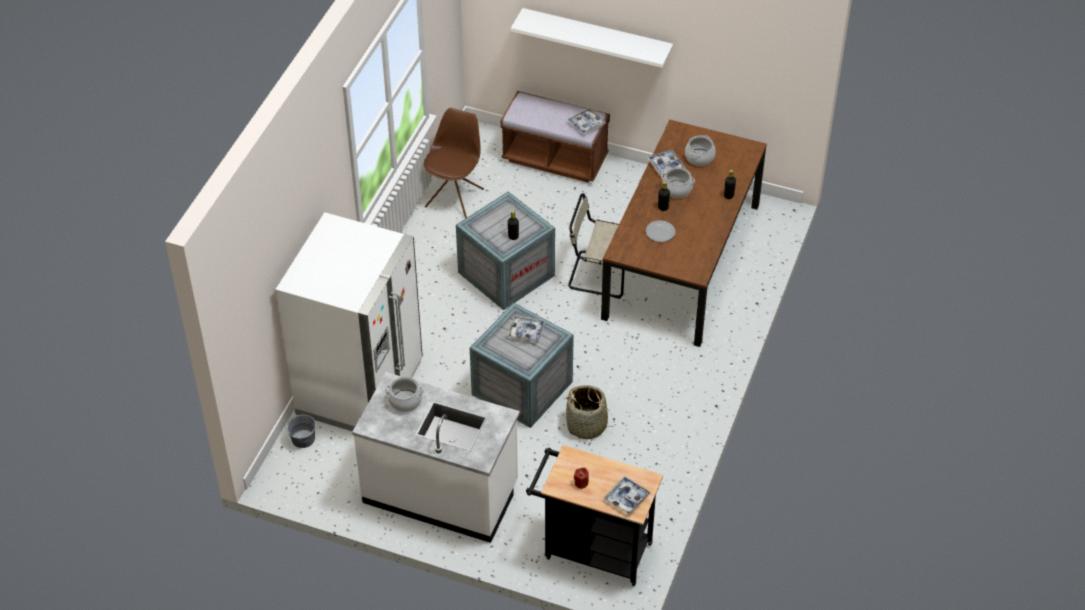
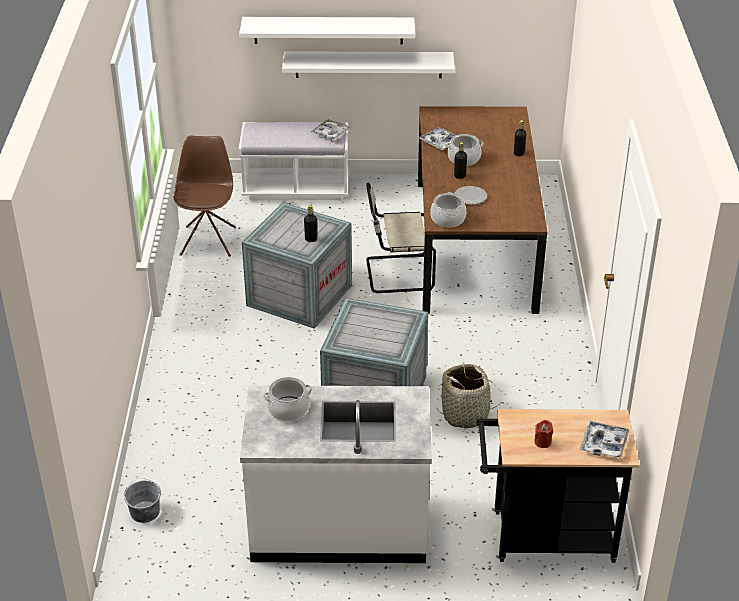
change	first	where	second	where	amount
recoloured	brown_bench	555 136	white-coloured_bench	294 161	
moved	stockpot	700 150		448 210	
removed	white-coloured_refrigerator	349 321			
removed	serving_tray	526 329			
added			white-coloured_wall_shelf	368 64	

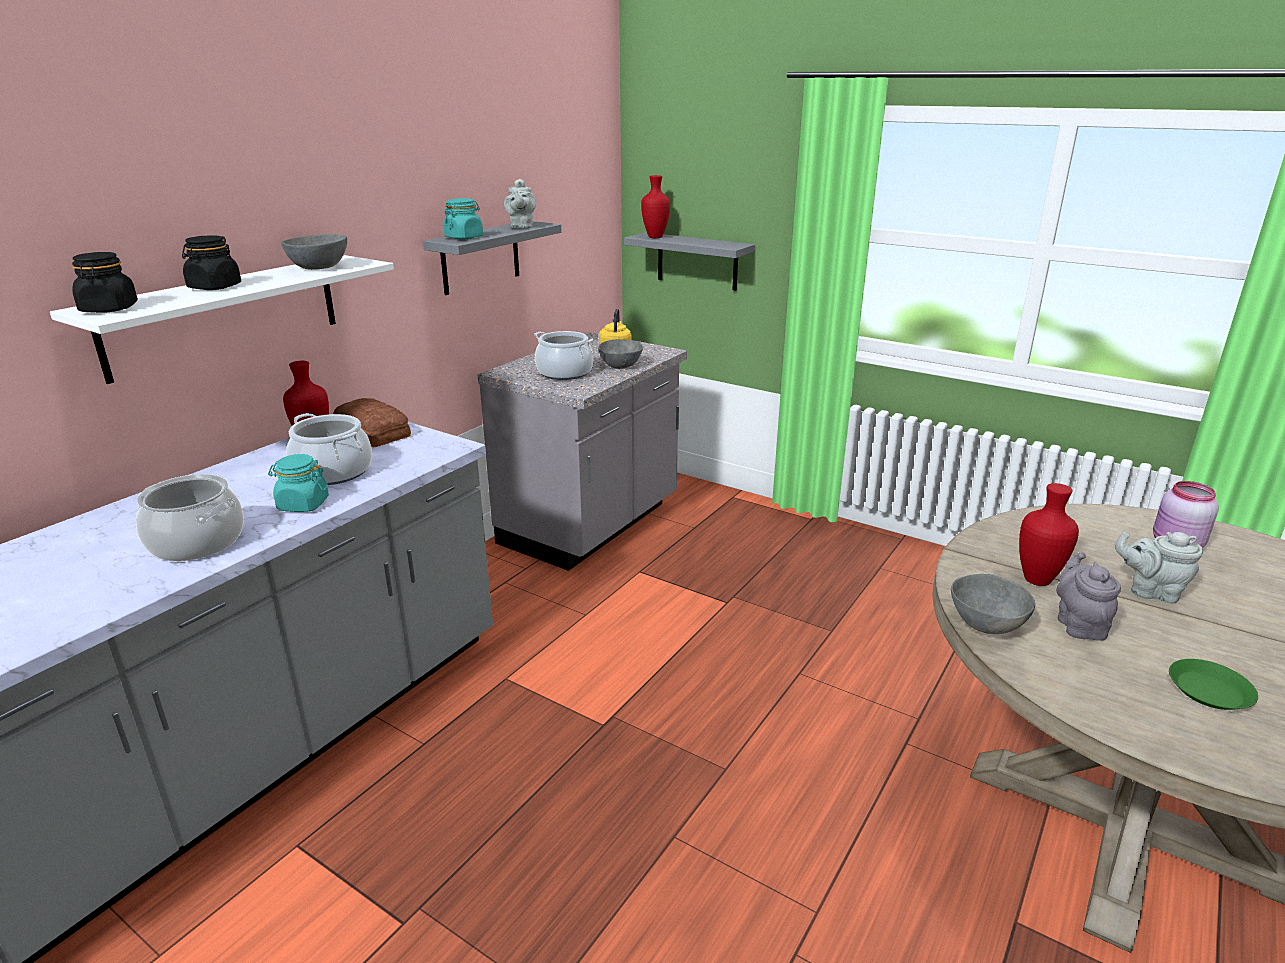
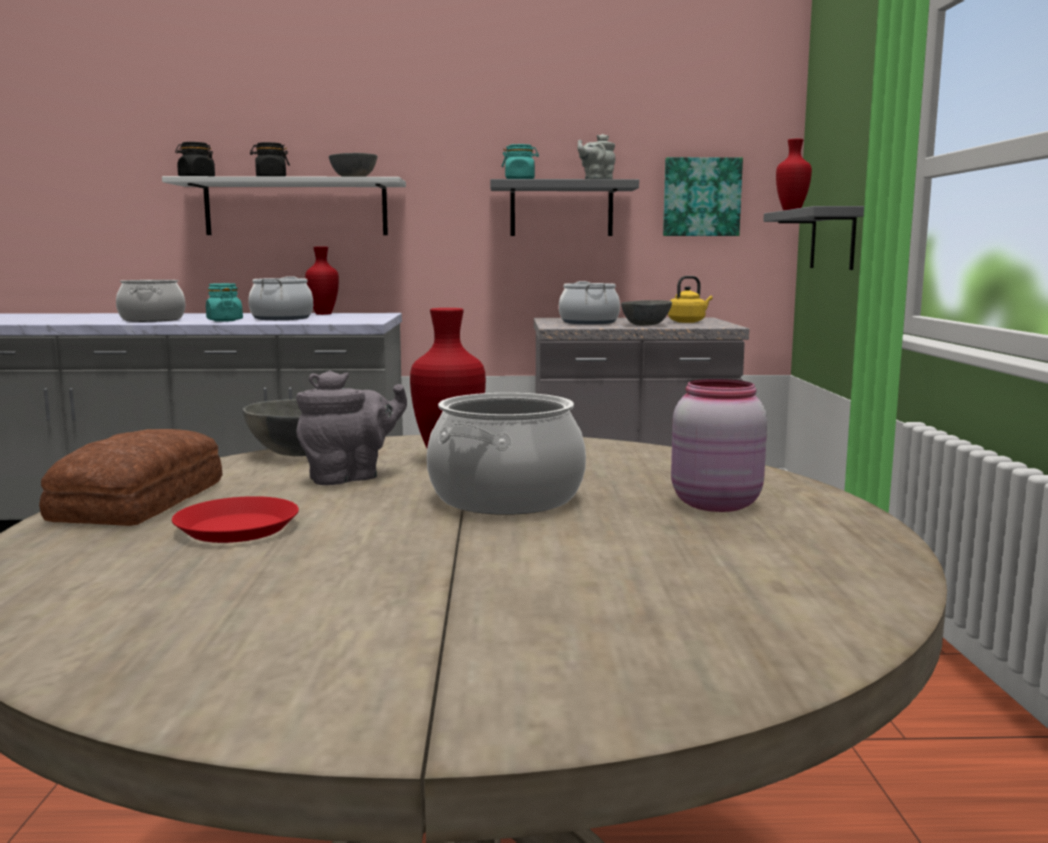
change	first	where	second	where	amount
moved	bakery_bread	372 422		130 477	
replaced	greyish_teapot	1159 568	stockpot	506 454	
recoloured	green-coloured_flat_dish	1213 684	red_flat_dish	235 519	
added			picture	703 196	

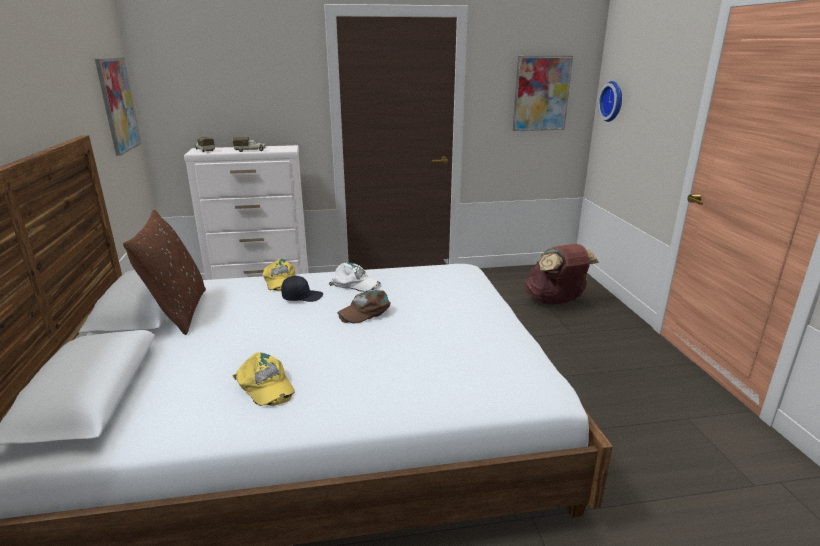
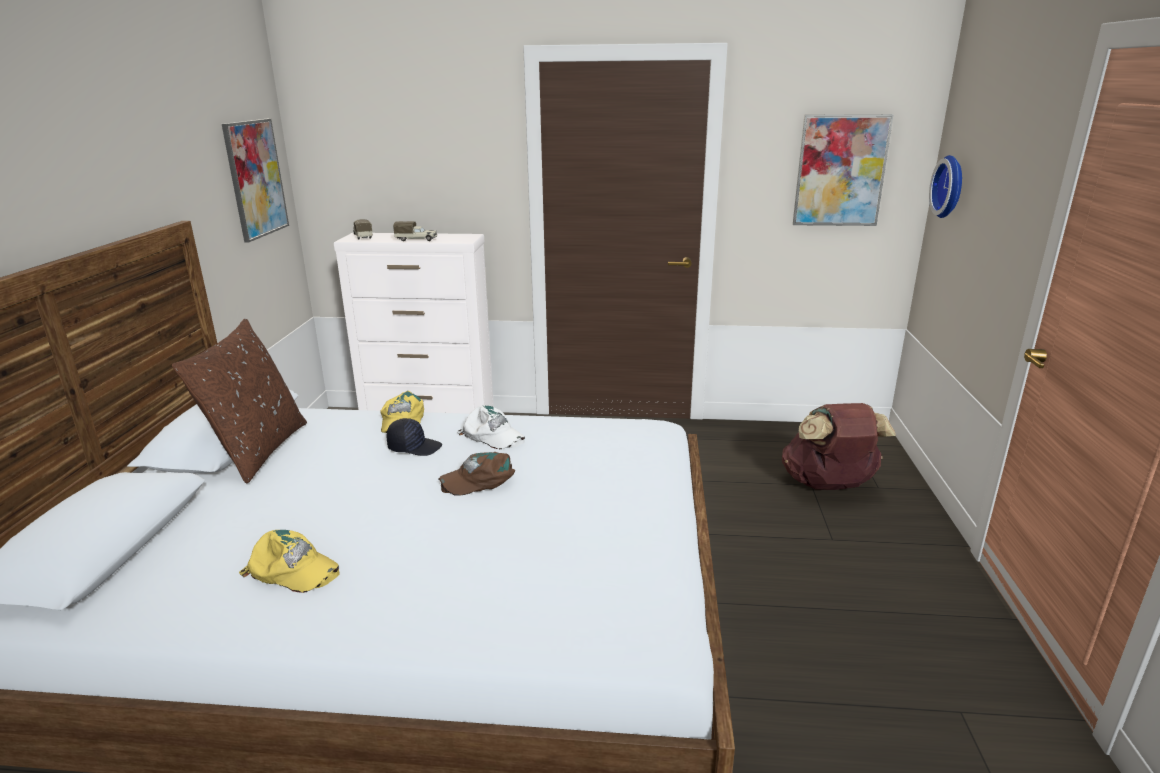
change	first	where	second	where	amount
turned	yellow-coloured_baseball_cap	264 379		289 561	45 degrees counterclockwise

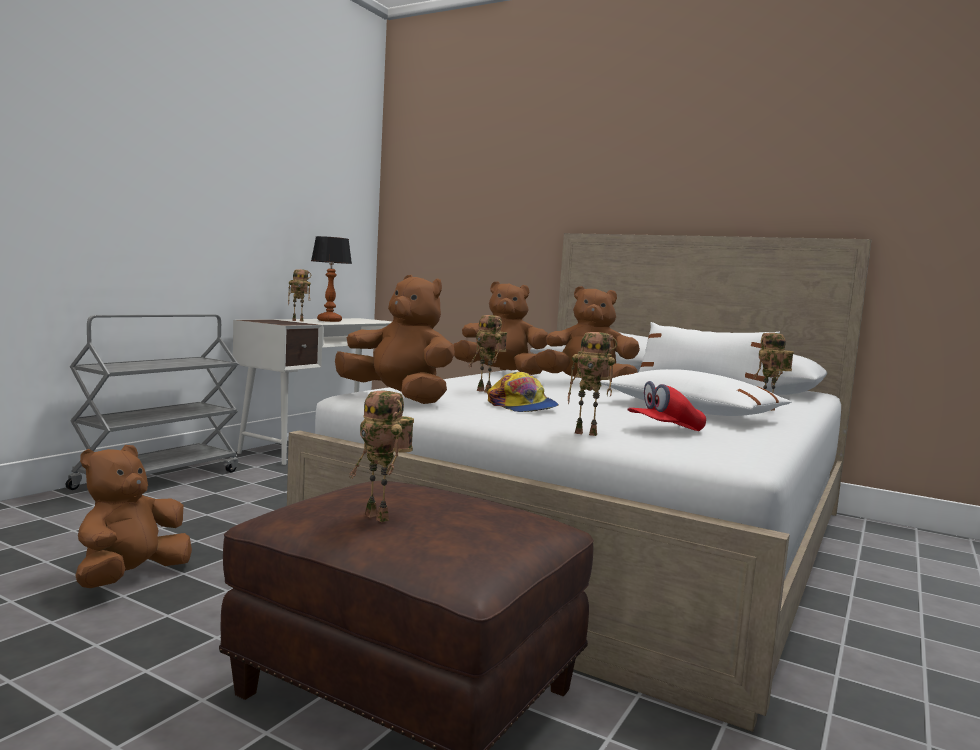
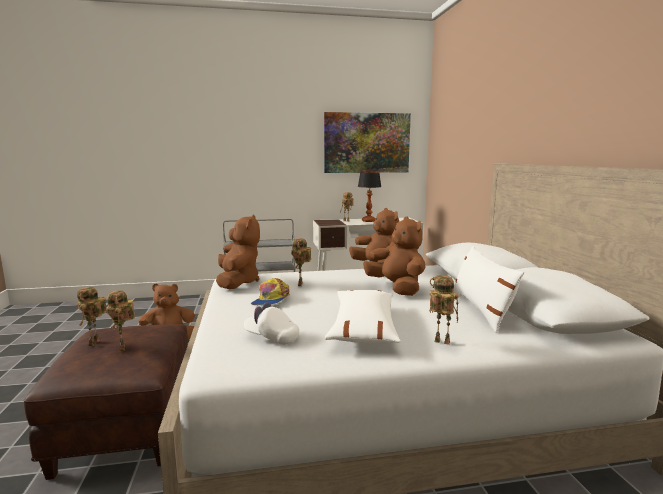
change	first	where	second	where	amount
moved	robot_figure	592 384		120 321	
recoloured	red_baseball_cap	666 406	white-coloured_baseball_cap	271 323	
added			picture	367 142	

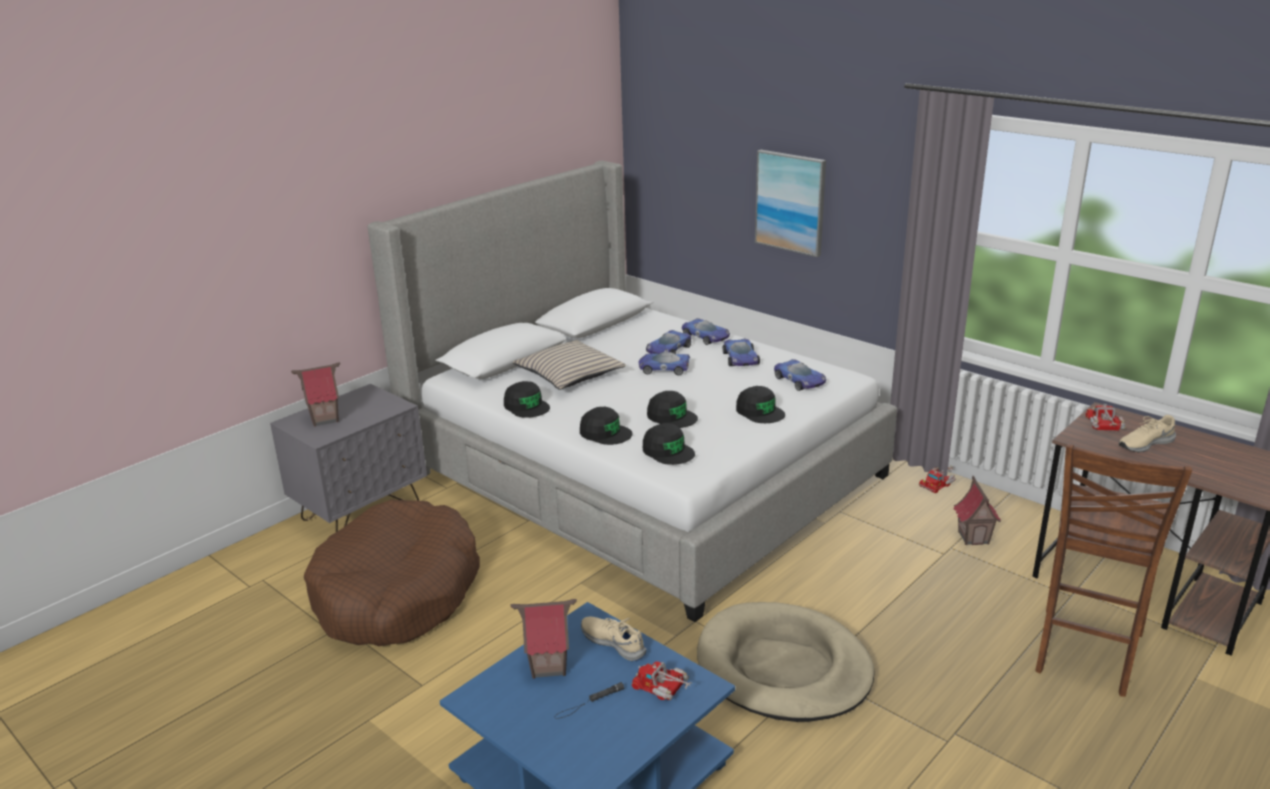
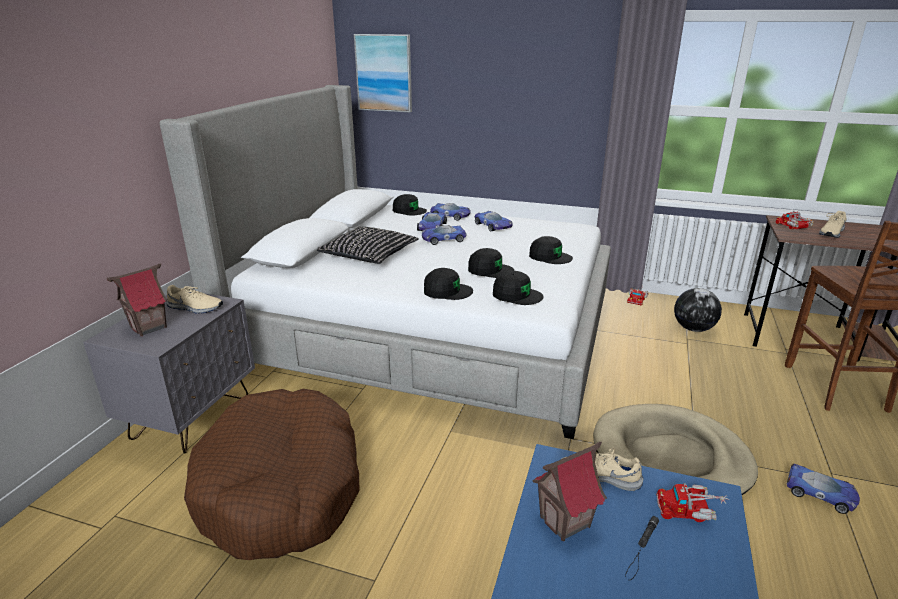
change	first	where	second	where	amount
moved	picture	790 203		383 73	
recoloured	beige_throw_pillow	569 365	black_throw_pillow	368 245	
moved	toy_car	800 375		823 489	
moved	black_baseball_cap	527 399		410 205	
replaced	model_house	977 510	globe	698 310	
added			beige_shoe	194 299	

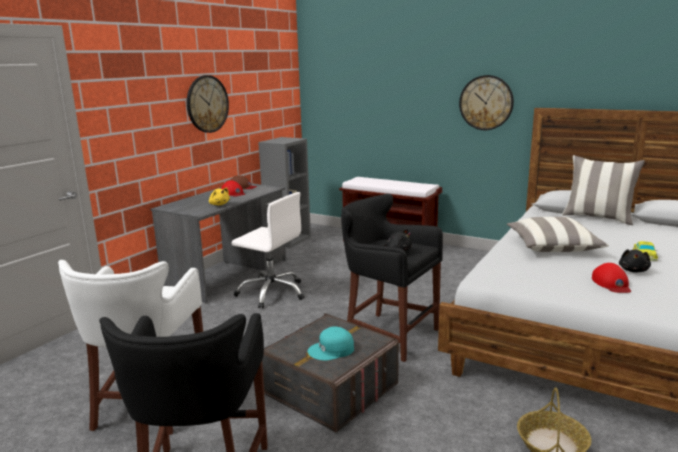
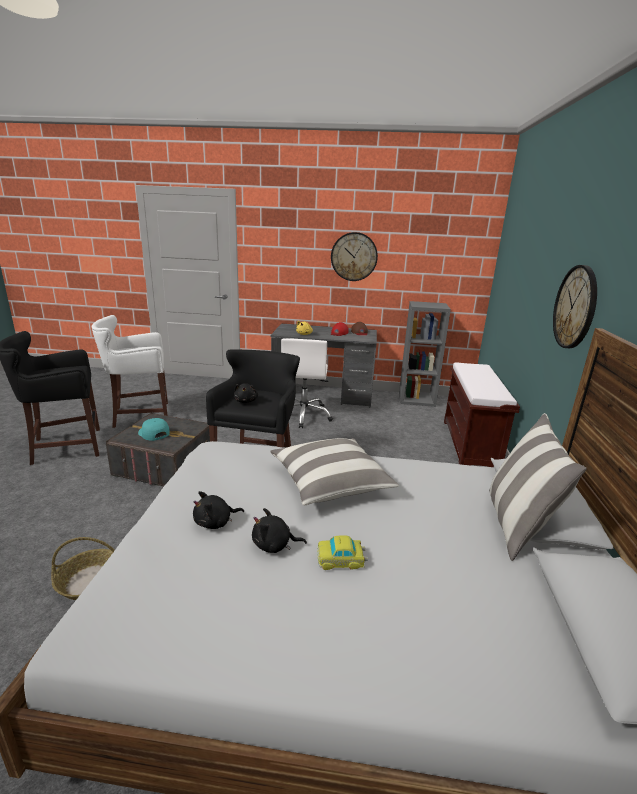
change	first	where	second	where	amount
replaced	red_baseball_cap	611 278	black_cuddly_toy	218 510	

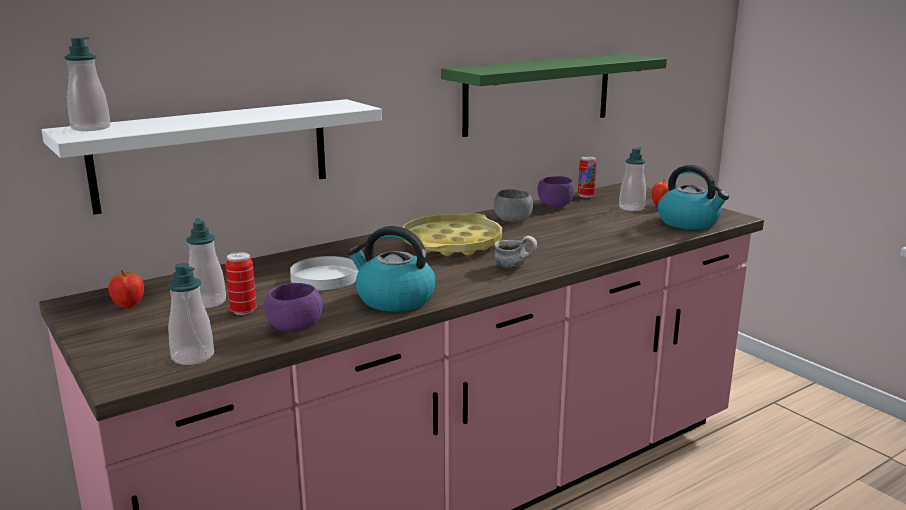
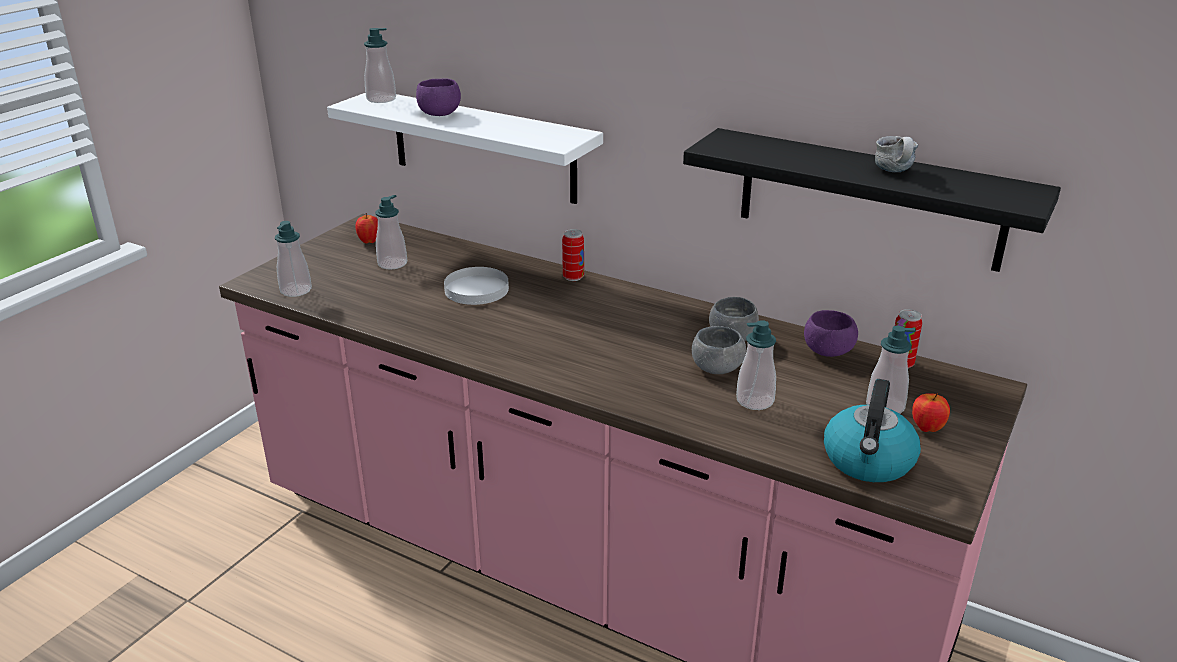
change	first	where	second	where	amount
recoloured	green-coloured_wall_shelf	554 95	black_wall_shelf	872 200	
removed	yellow-coloured_serving_tray	452 234			
removed	tea_kettle	391 269			
moved	mug	515 252		896 154	
moved	metal_can	241 283		573 255	
moved	purplish_bowl	293 307		438 97	
added			soap_dispenser	756 365	
added			greyish_bowl	719 350	

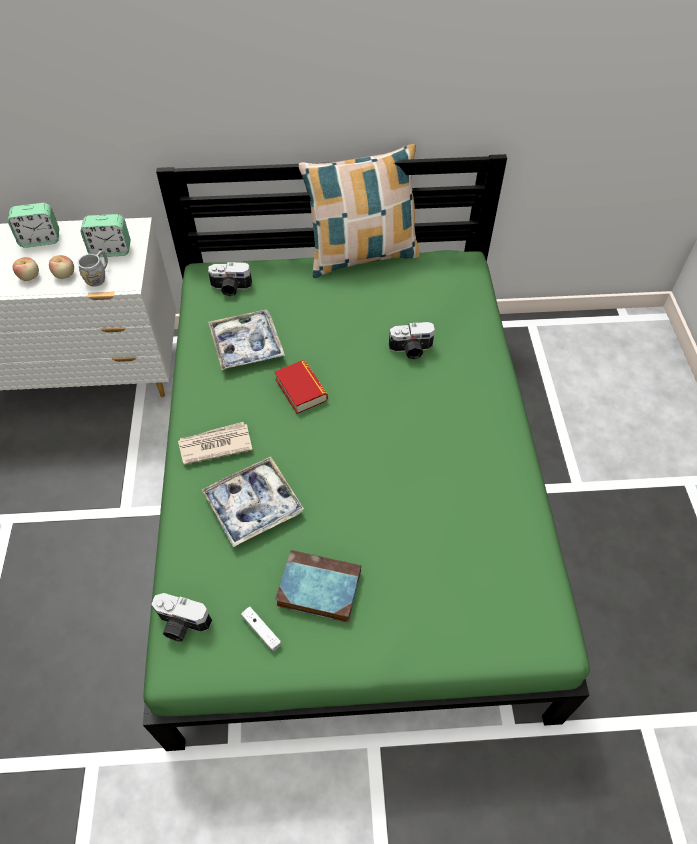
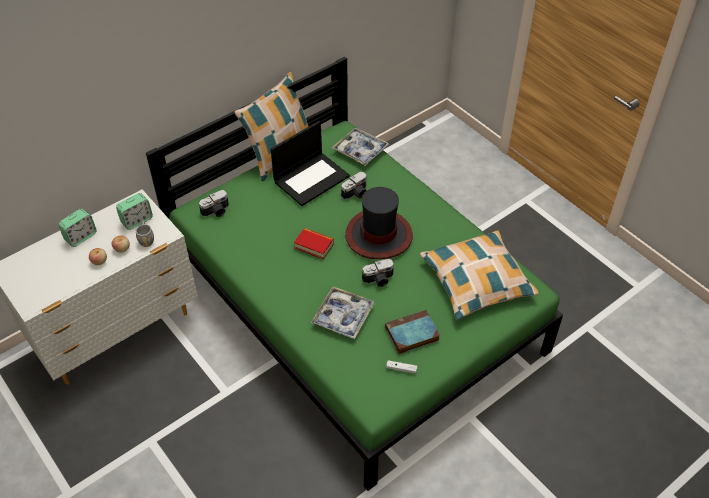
change	first	where	second	where	amount
moved	serving_tray	246 339		360 147	
removed	printed_paper	215 443			
moved	still_camera	181 617		378 273	
added			notebook_computer	310 163	
added			hat	379 223	
added			throw_pillow	479 275	

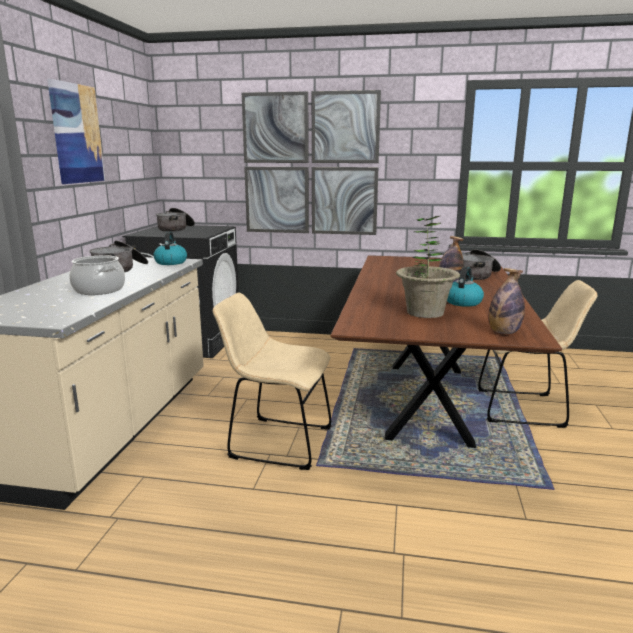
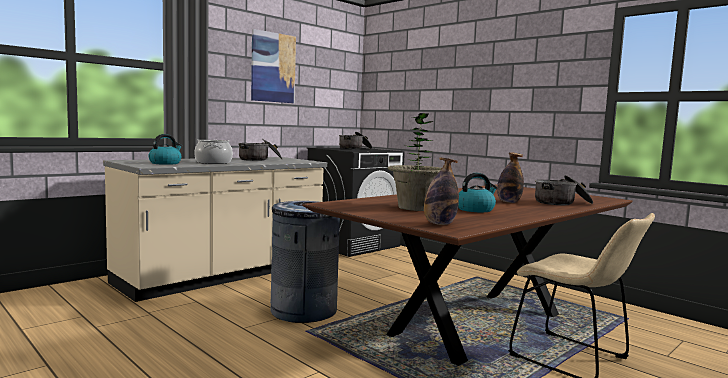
change	first	where	second	where	amount
removed	picture	311 162			
moved	tea_kettle	170 248		165 149	
replaced	beige_plain_chair	272 381	greyish_trash_can	304 262	

